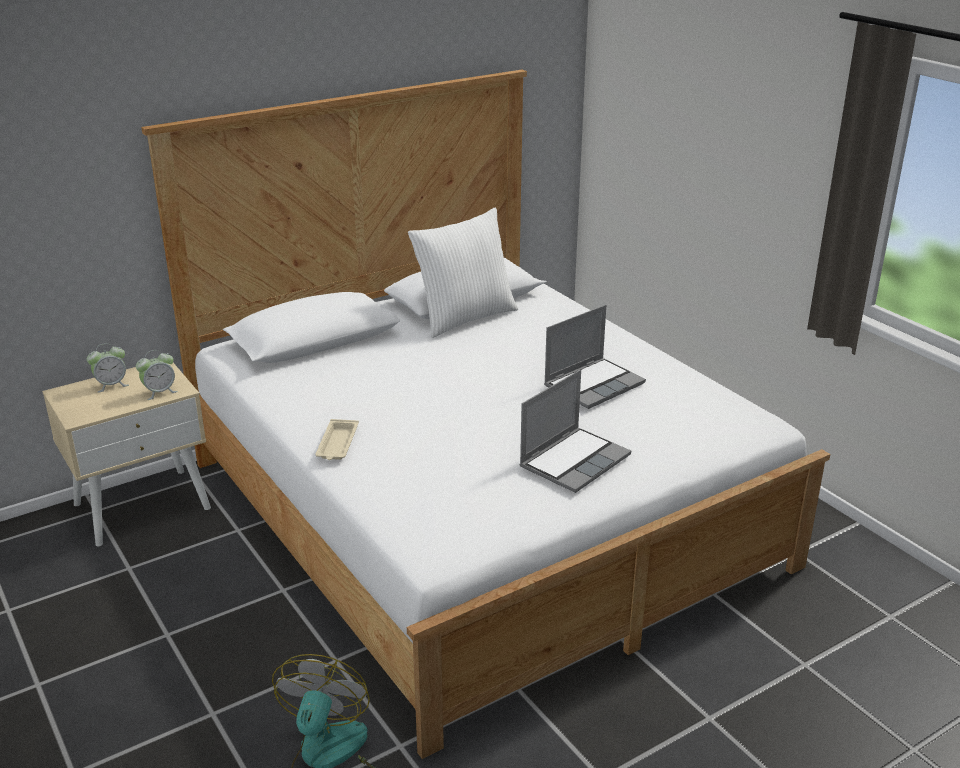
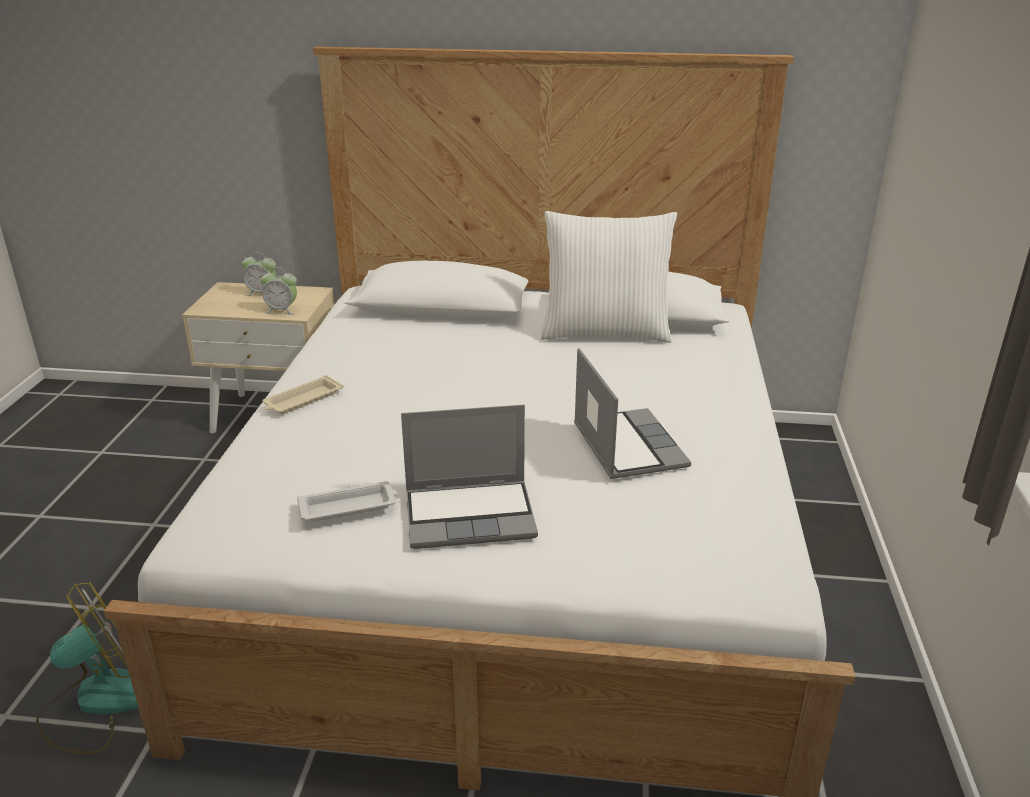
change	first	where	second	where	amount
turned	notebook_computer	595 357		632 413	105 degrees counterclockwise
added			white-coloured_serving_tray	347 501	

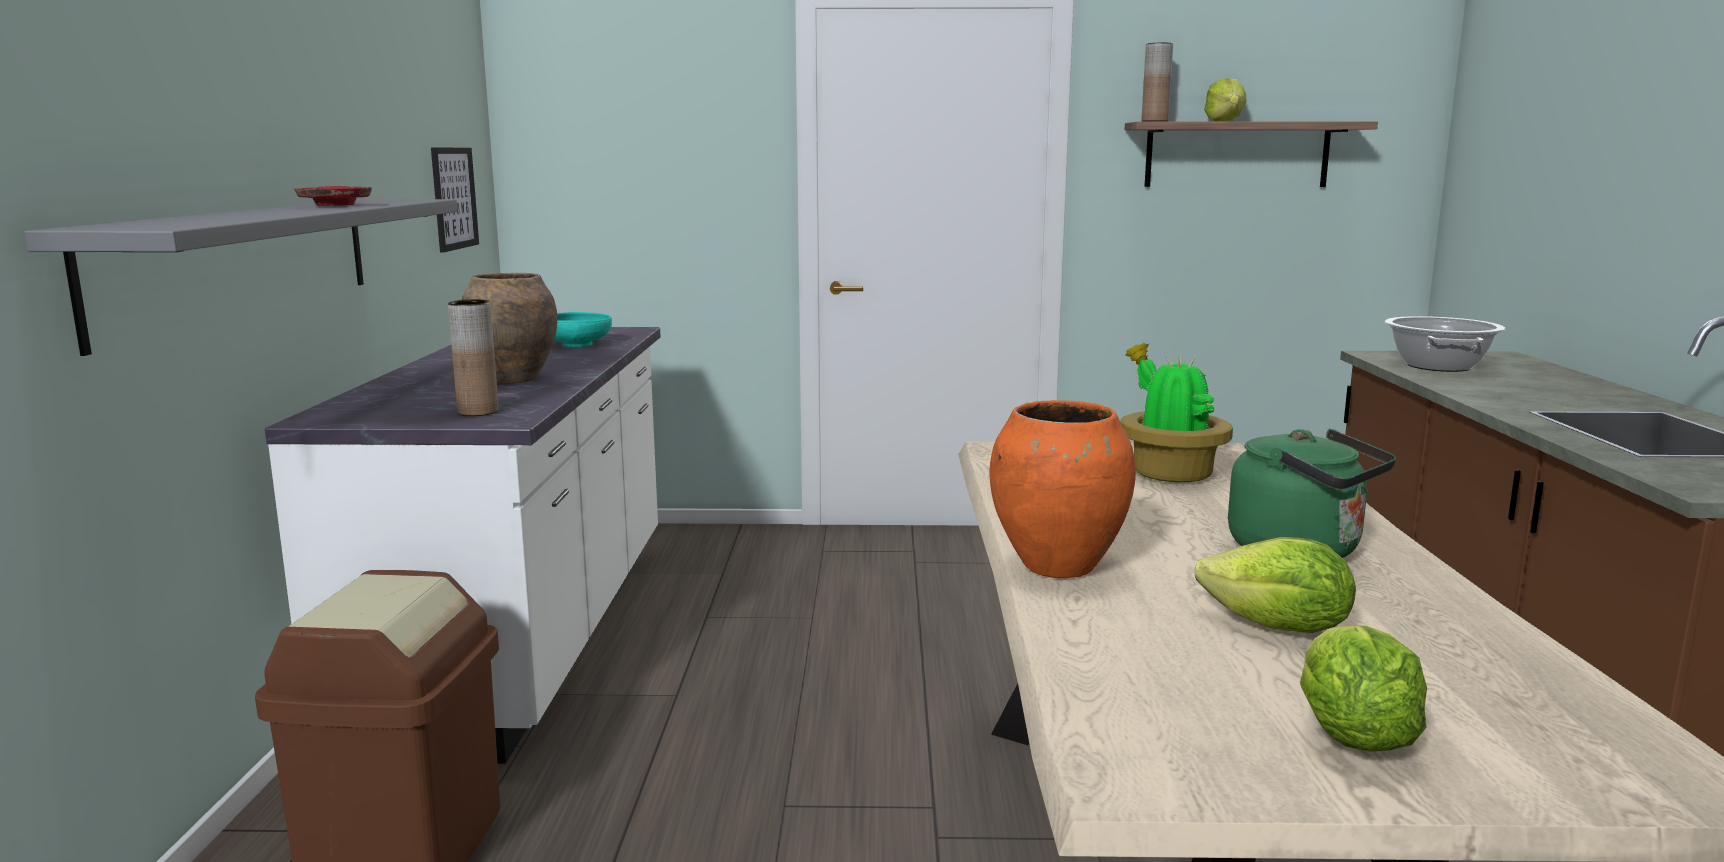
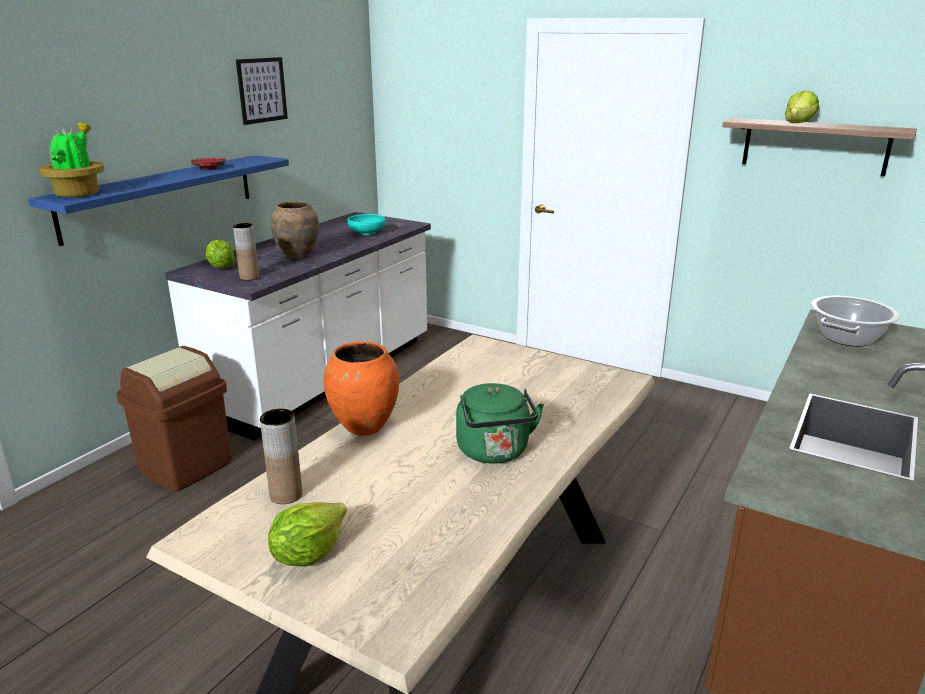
change	first	where	second	where	amount
moved	brown_decorative_vase	1157 82		281 456	
moved	picture	455 199		262 91	
recoloured	greyish_wall_shelf	240 277	bluish_wall_shelf	158 200	
moved	potted_plant	1176 412		72 160	
moved	lettuce	1275 585		220 254	

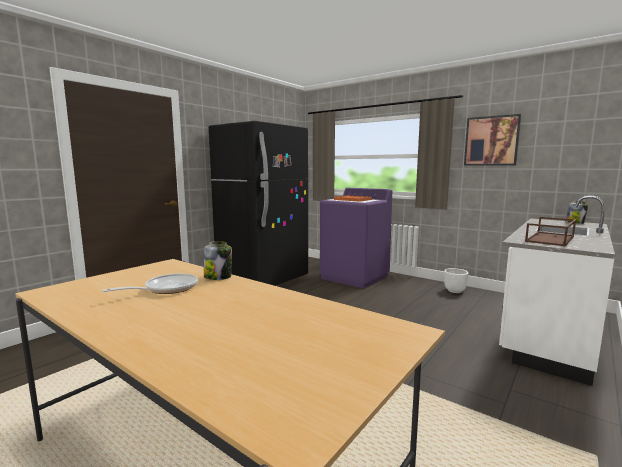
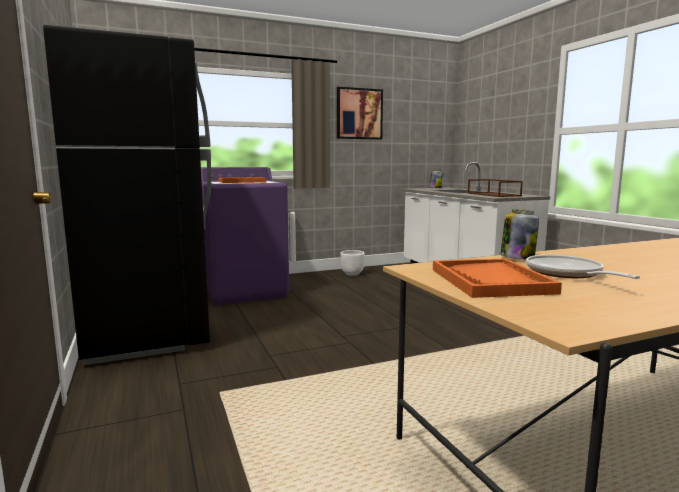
change	first	where	second	where	amount
added			orangey_serving_tray	497 278	

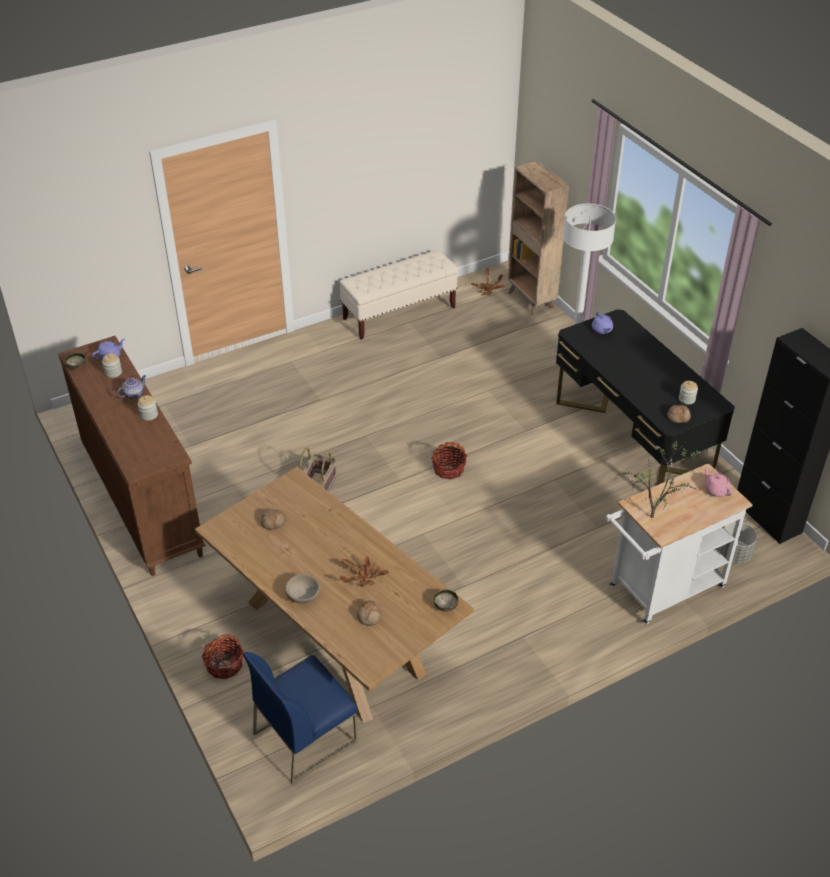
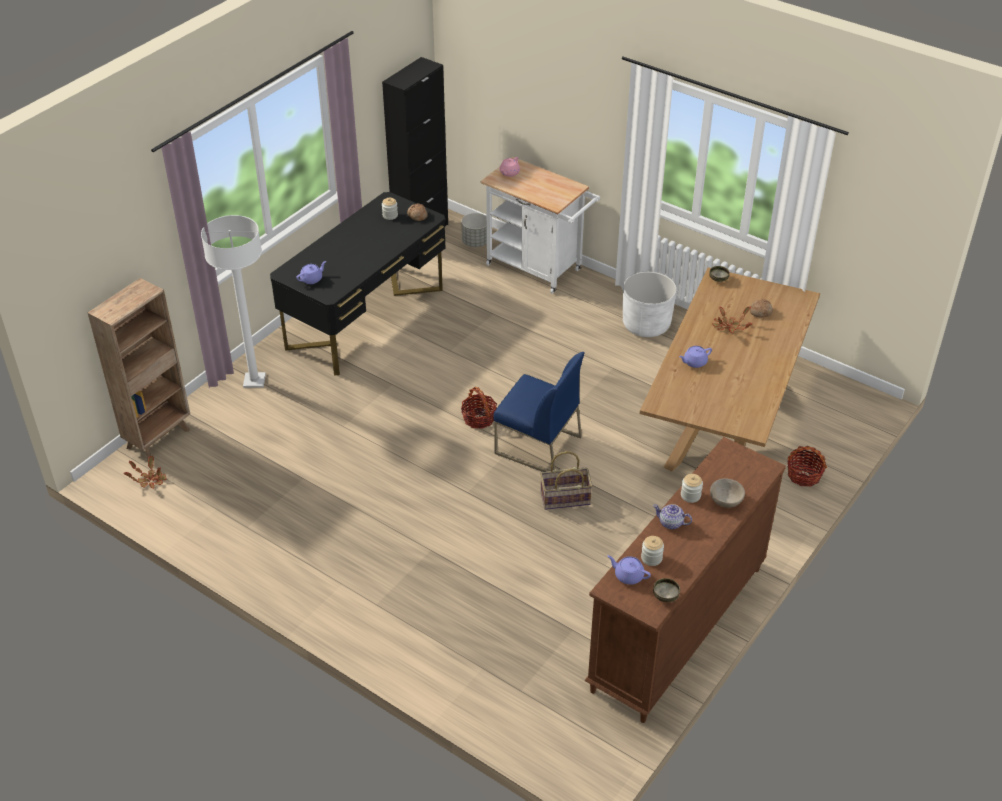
change	first	where	second	where	amount
removed	beige_bench	398 294			
removed	potted_plant	657 481			
removed	bakery_bread	274 518			
moved	beige_bowl	302 588		727 493	
moved	bluish_plain_chair	300 718		539 412	
added			white-coloured_plant_pot	650 304	
added			purplish_teapot	695 357	

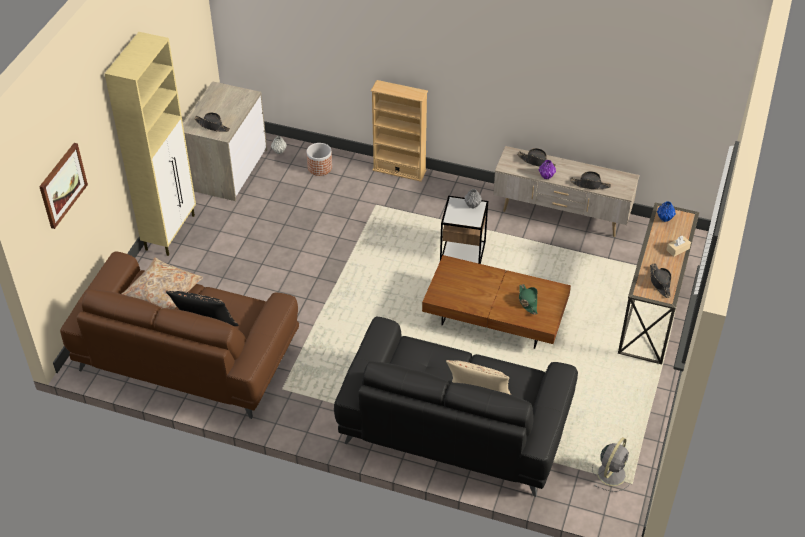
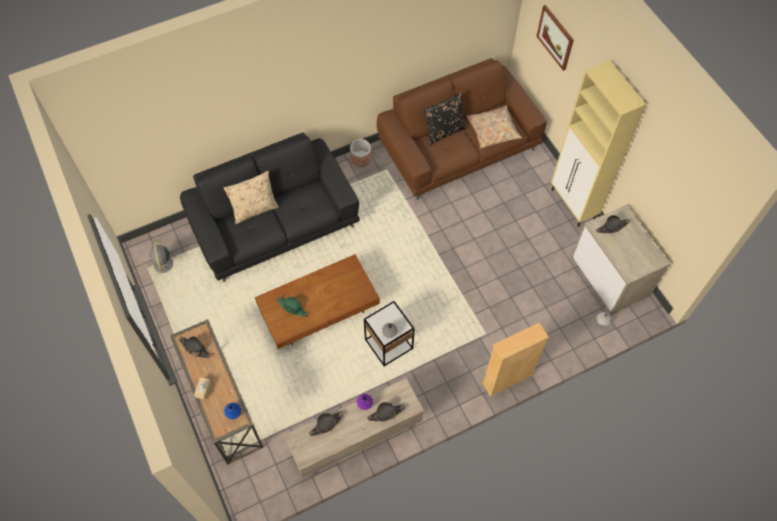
change	first	where	second	where	amount
moved	plant_pot	319 159		360 153	

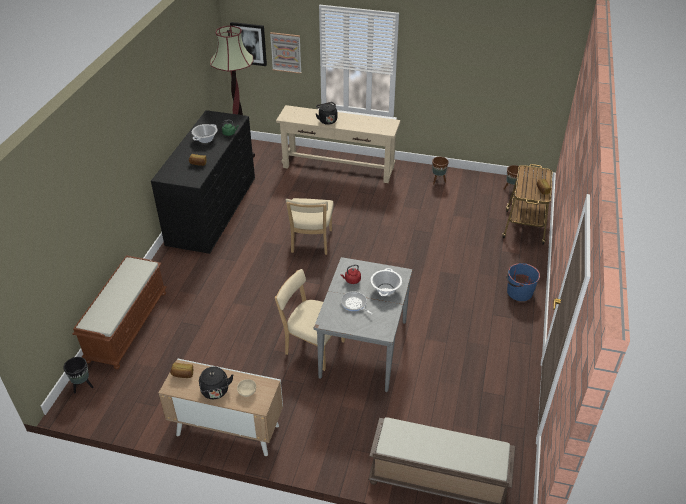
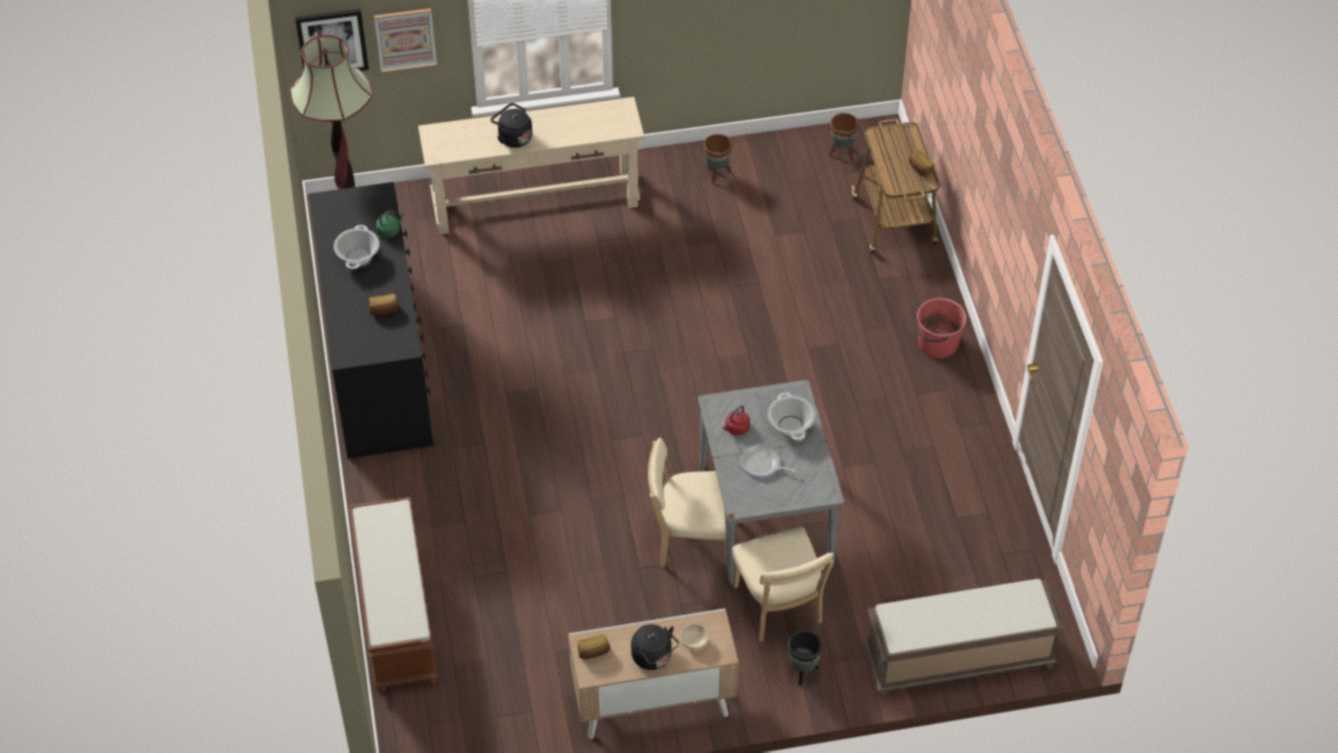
change	first	where	second	where	amount
moved	beige_plain_chair	310 226		783 584	
recoloured	bluish_bucket	523 282	red_bucket	941 328	
moved	black_plant_pot	78 375		805 658	

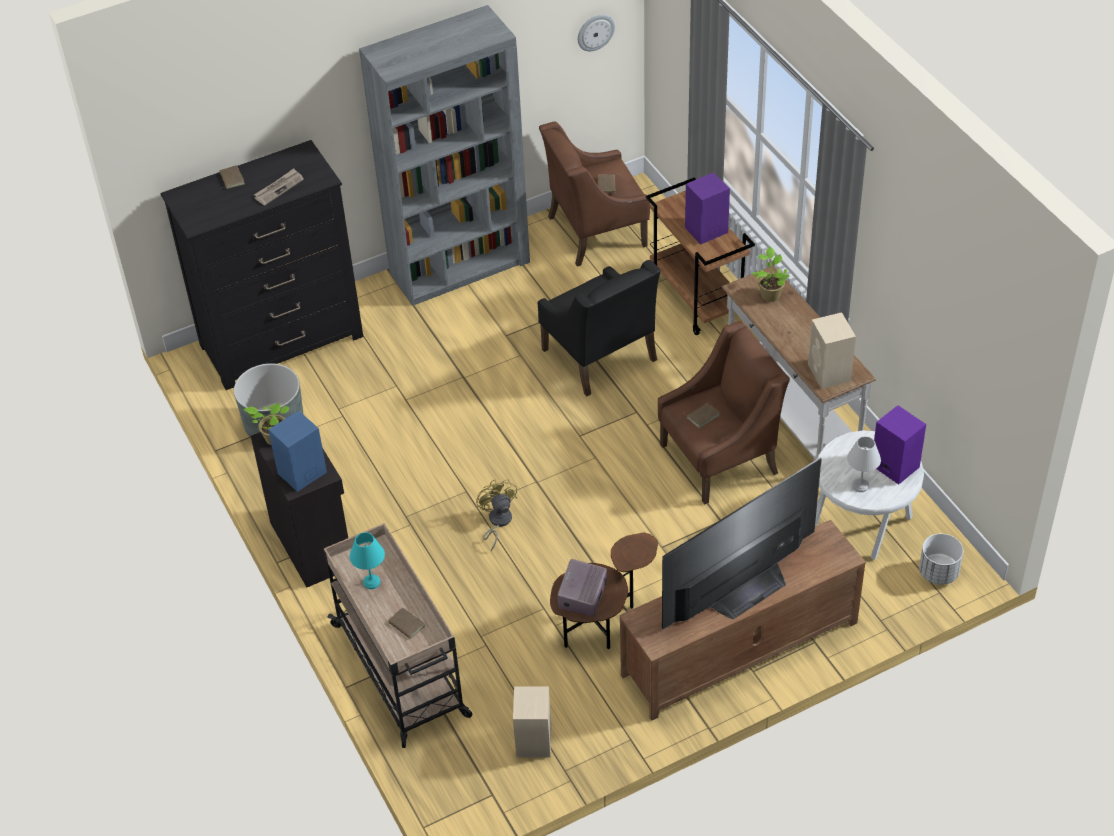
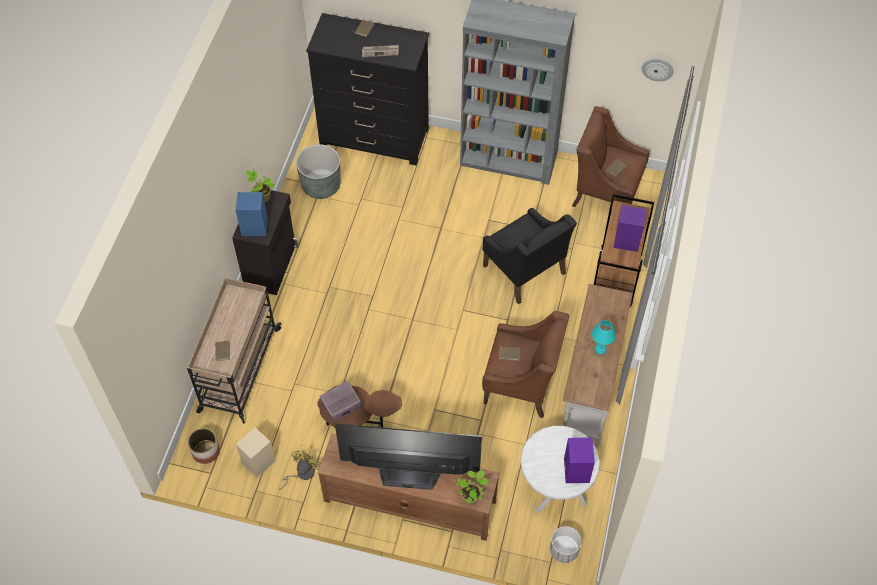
change	first	where	second	where	amount
moved	potted_plant	771 274		472 487	
turned	black_armchair	599 328		529 256	45 degrees counterclockwise
removed	beige_speaker	832 350			
removed	white-coloured_table_lamp	864 464			
moved	yellow-coloured_fan	496 515		300 470	
moved	turquoise-coloured_table_lamp	367 560		604 337	
added			plant_pot	204 446	

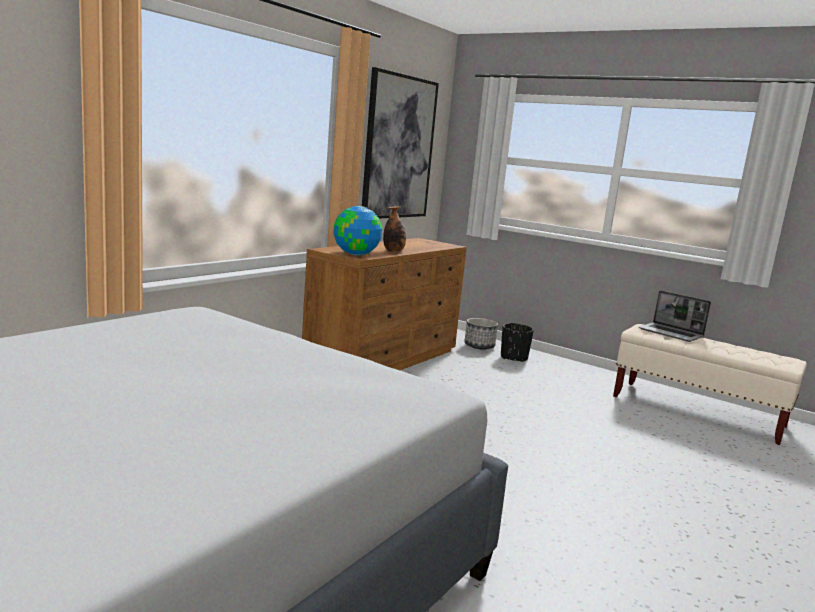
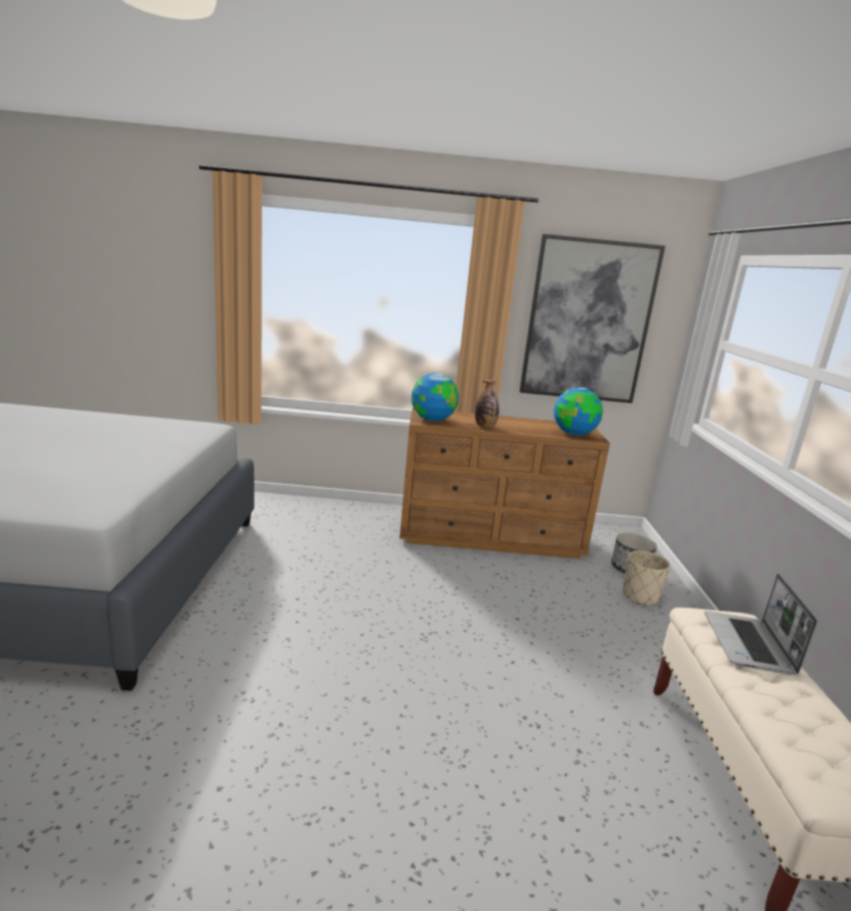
change	first	where	second	where	amount
recoloured	black_plant_pot	517 342	beige_plant_pot	646 577	
added			globe	578 411	

